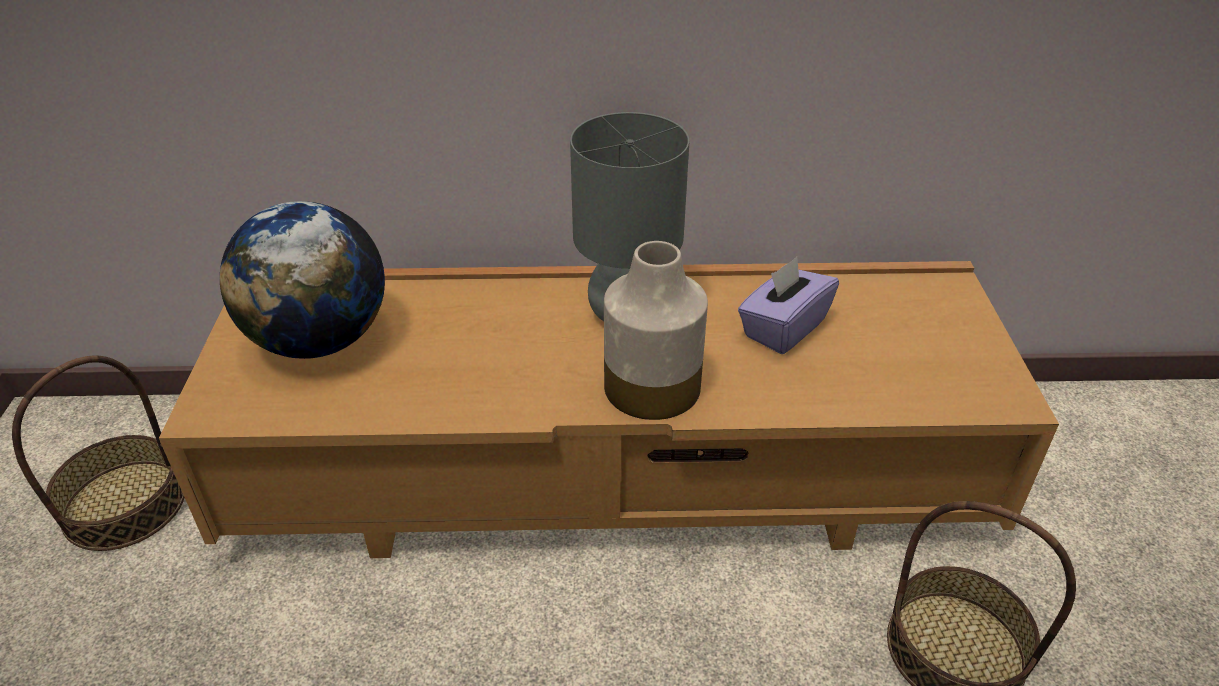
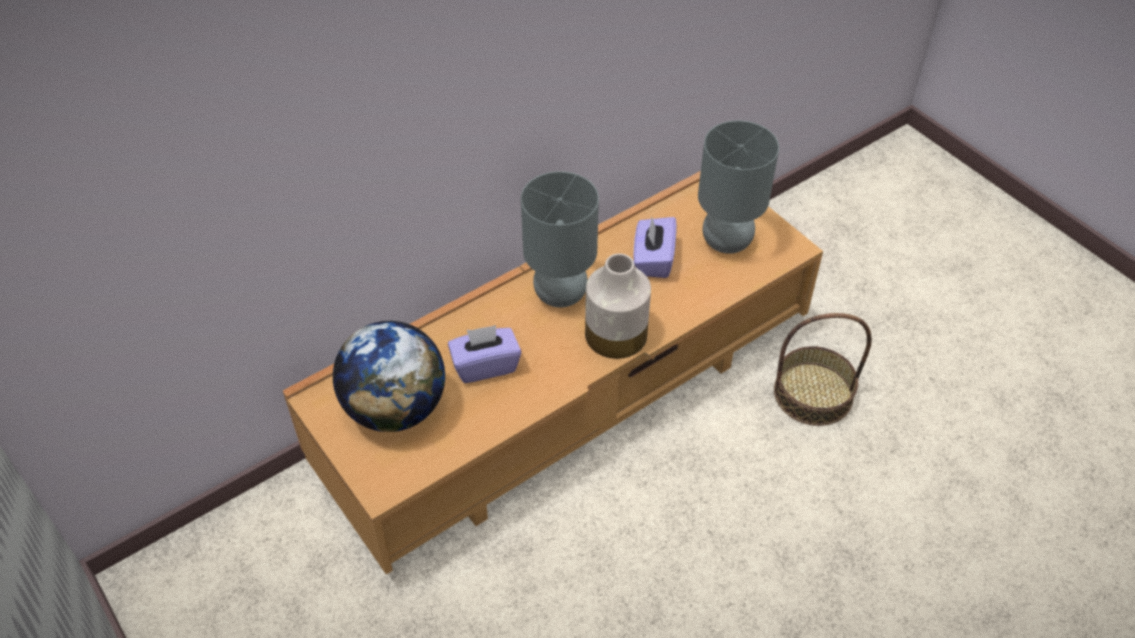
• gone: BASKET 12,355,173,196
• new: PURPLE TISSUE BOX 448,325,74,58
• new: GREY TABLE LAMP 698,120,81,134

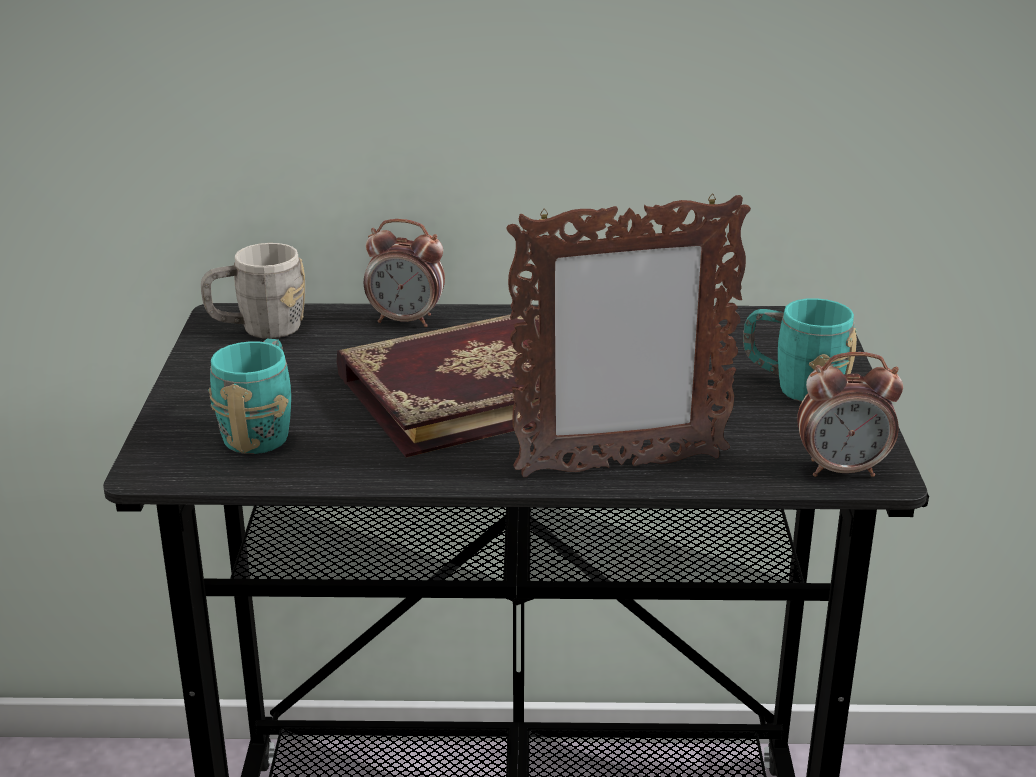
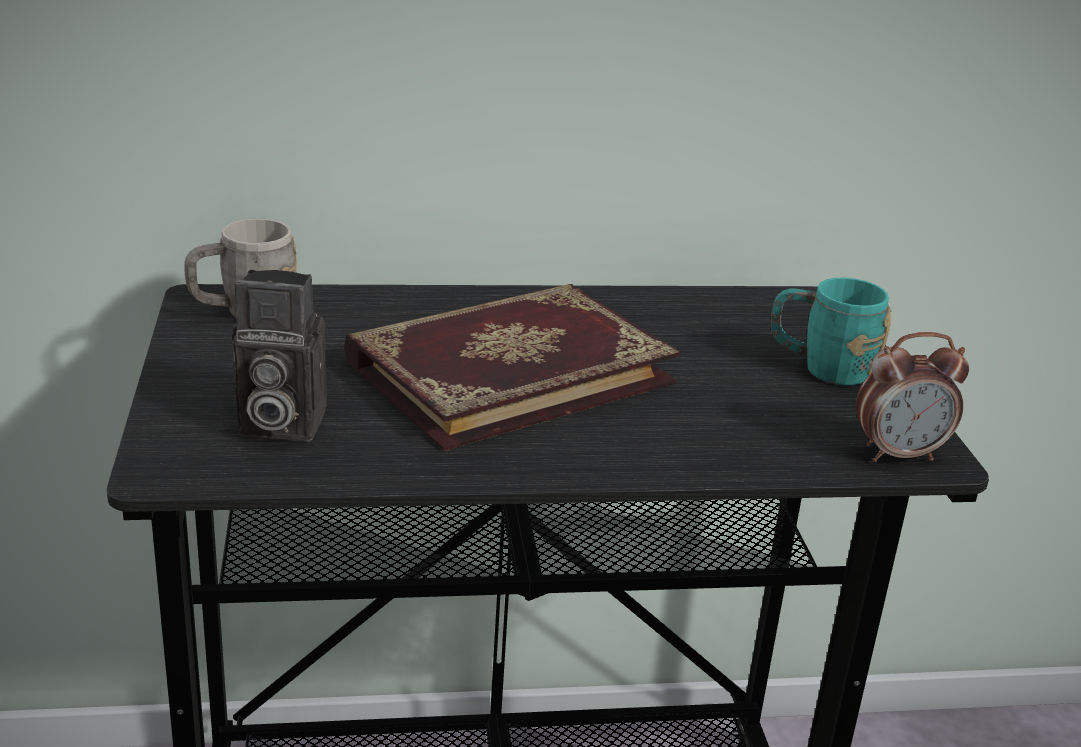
• gone: ALARM CLOCK 364,219,81,108
• gone: PICTURE FRAME 506,193,245,285
• swapped: TURQUOISE MUG 208,338,83,116 to PHOTO CAMERA 232,270,95,172

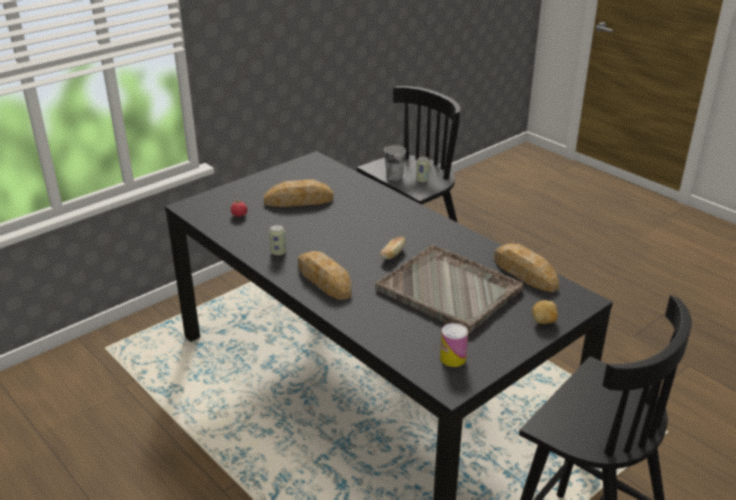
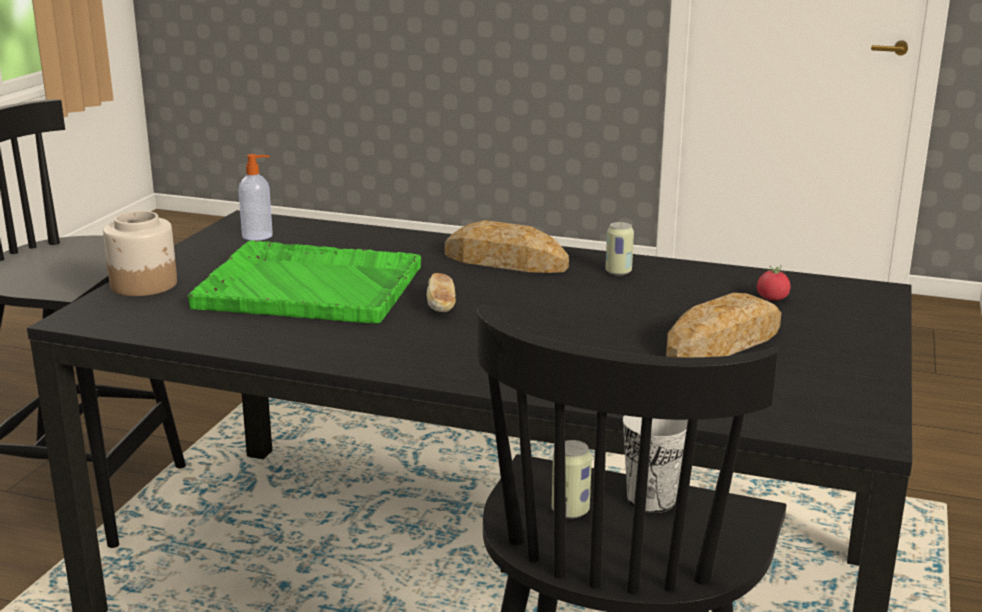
• gone: BREAD 494,244,65,48
• swapped: CAN 440,323,28,44 to SOAP DISPENSER 238,154,35,87
• swapped: POTATO 532,300,26,24 to JAR 103,211,74,85
• repainted: GREY TRAY 375,245,149,88 to GREEN TRAY 188,240,233,83

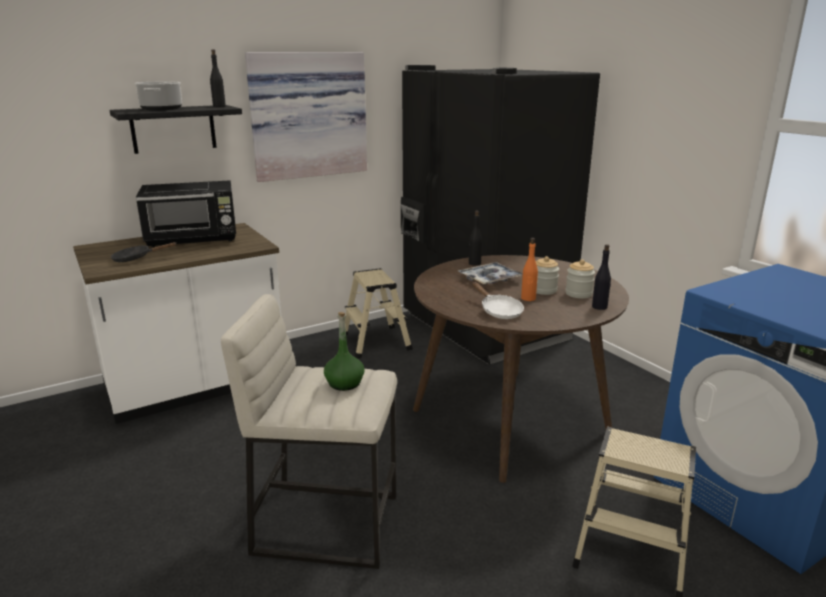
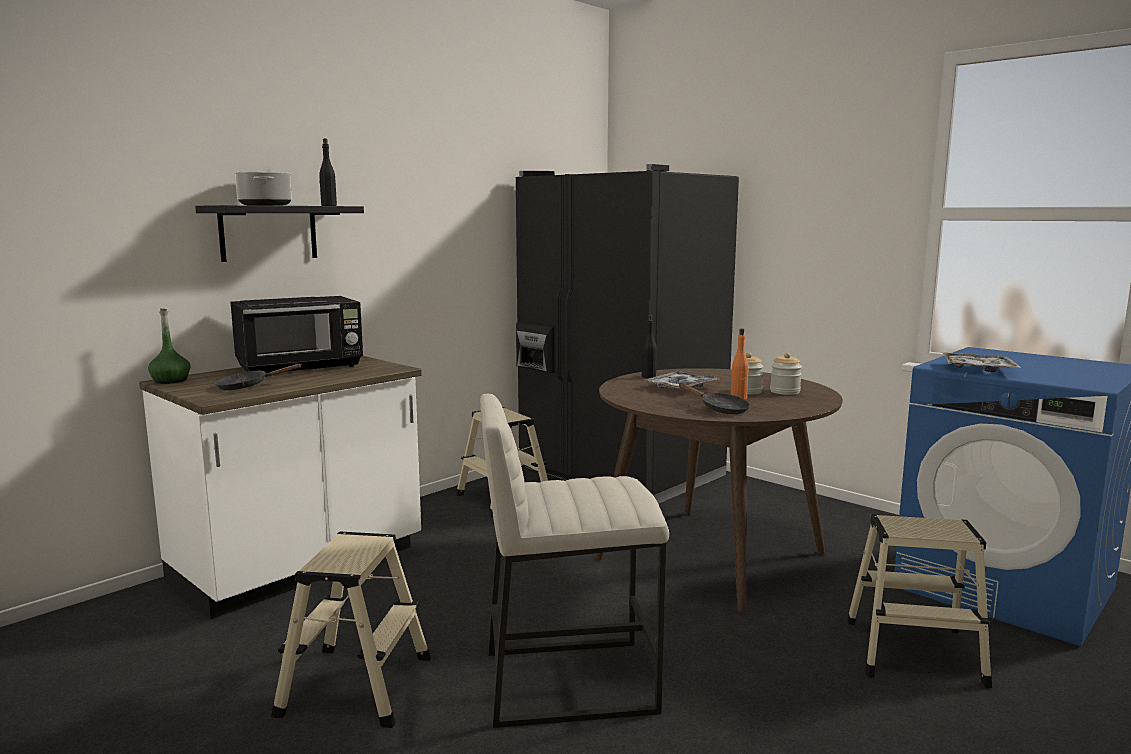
• gone: PICTURE 245,52,122,130
• gone: BLACK BOTTLE 592,244,19,66
• new: BEIGE STEP LADDER 271,531,160,197
• new: TRAY 942,352,79,20
• shifted: GREEN BOTTLE 324,312,41,79 to 148,309,43,75
• repainted: WHITE FRYING PAN 472,282,52,37 to BLACK FRYING PAN 679,383,71,31

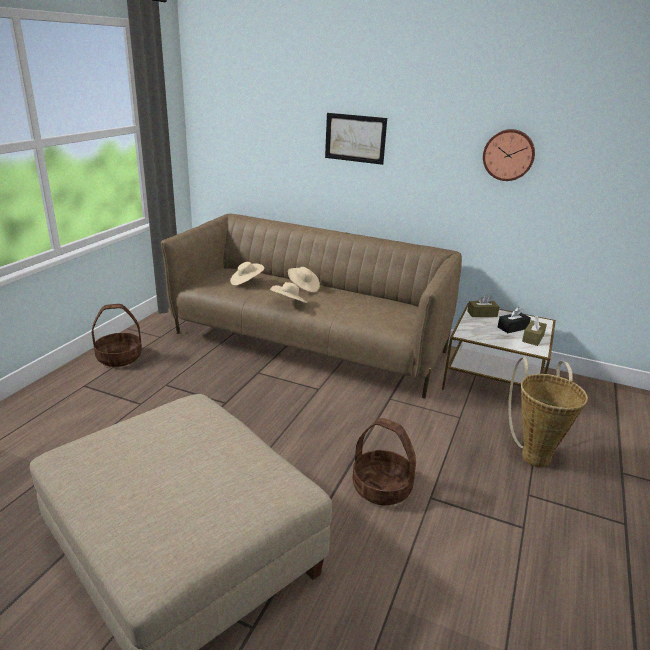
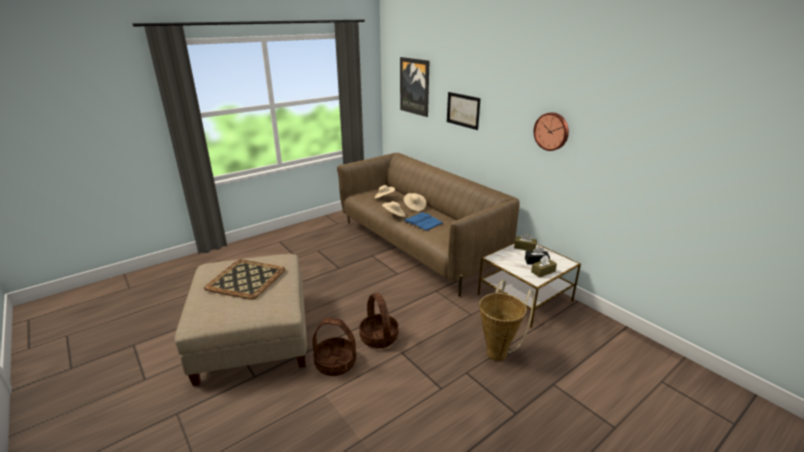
• new: TRAY 204,259,81,41
• new: PICTURE 400,57,29,60
• new: BLUE BOOK 403,212,40,19
• shifted: BASKET 92,304,50,63 to 312,318,44,58

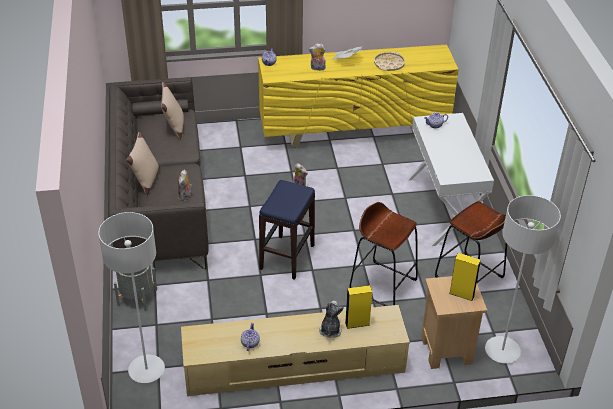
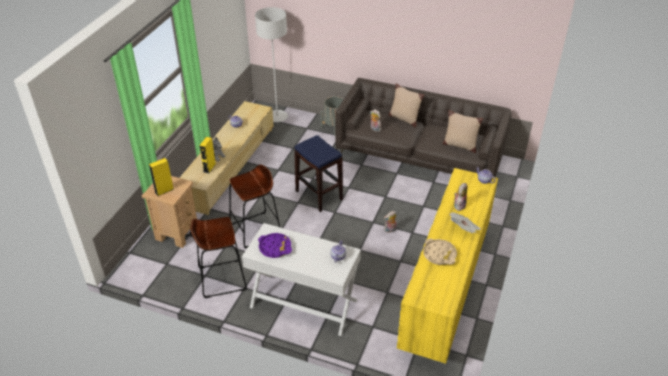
• gone: GREY FLOOR LAMP 485,195,76,168
• new: PURPLE TRAY 258,233,34,25

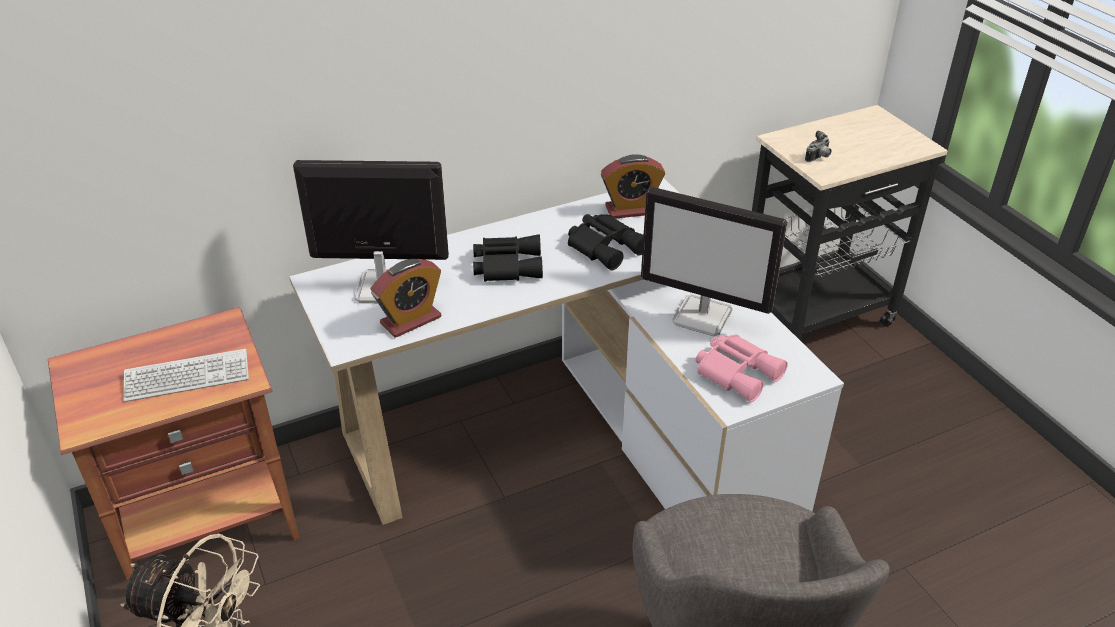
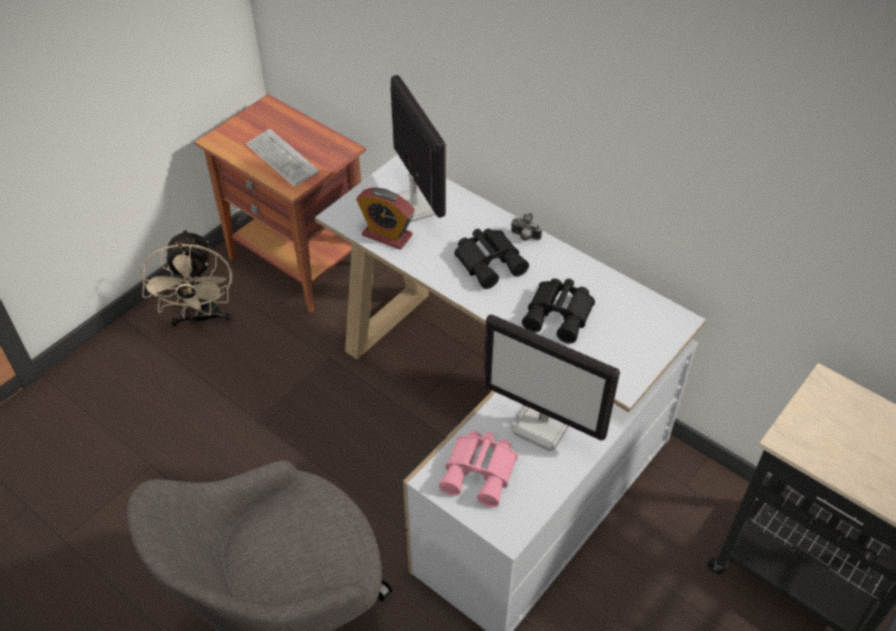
• gone: ALARM CLOCK 601,154,64,65
• shifted: PHOTO CAMERA 805,131,27,31 to 511,213,31,28
• rotated: MONITOR 641,187,146,149 = 483,314,137,137 60 degrees counterclockwise

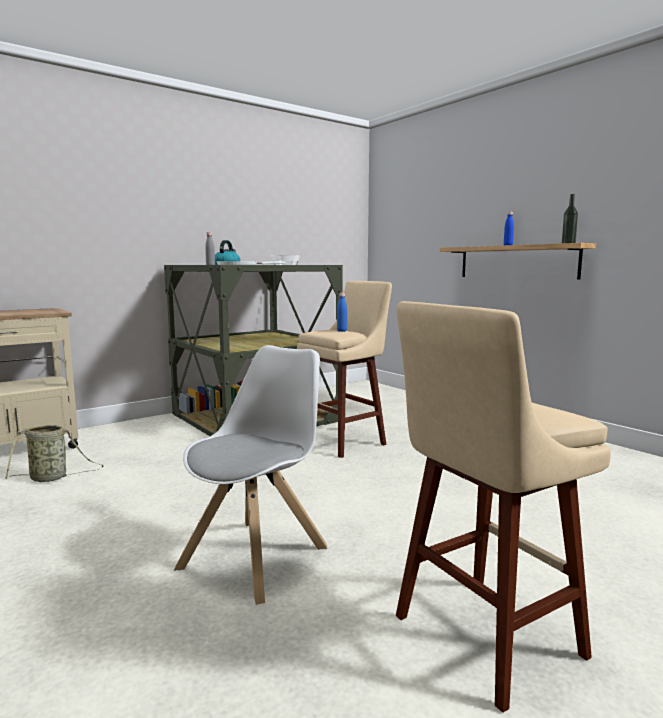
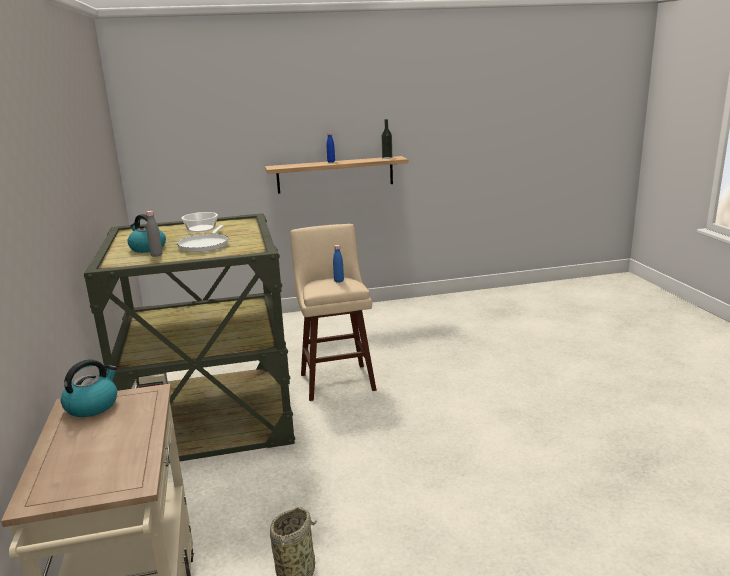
• gone: CHAIR 174,345,153,260
• gone: BEIGE STOOL 396,301,215,412
• new: KETTLE 61,359,56,58

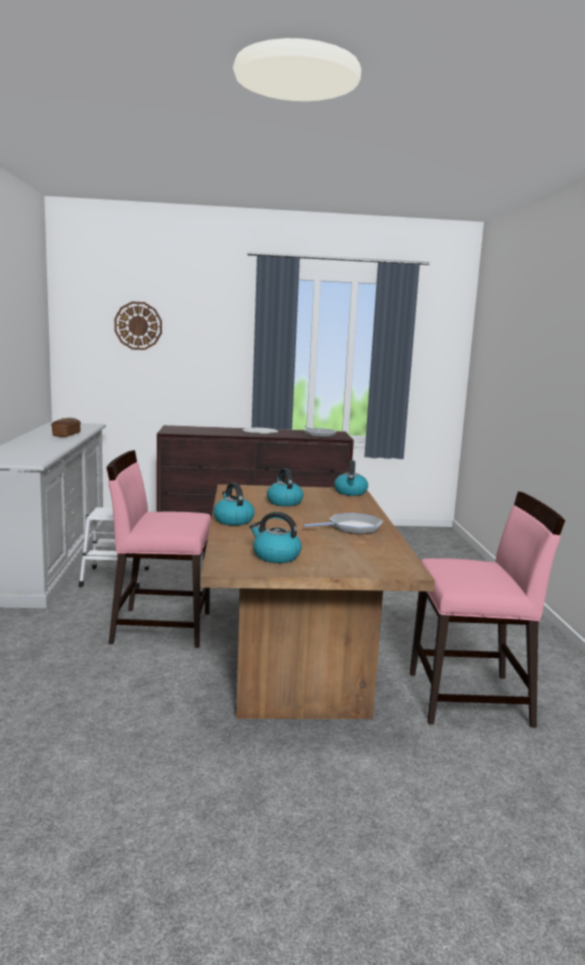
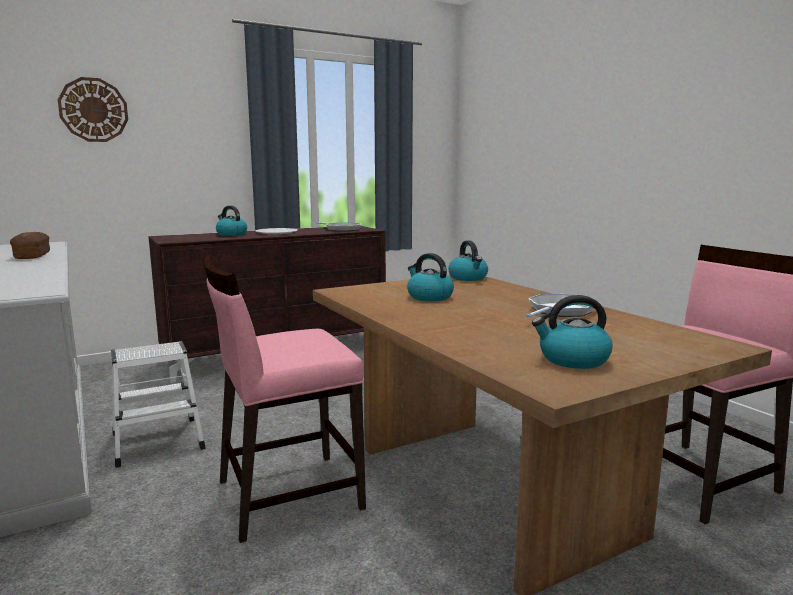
• shifted: KETTLE 213,482,42,43 to 216,206,31,30

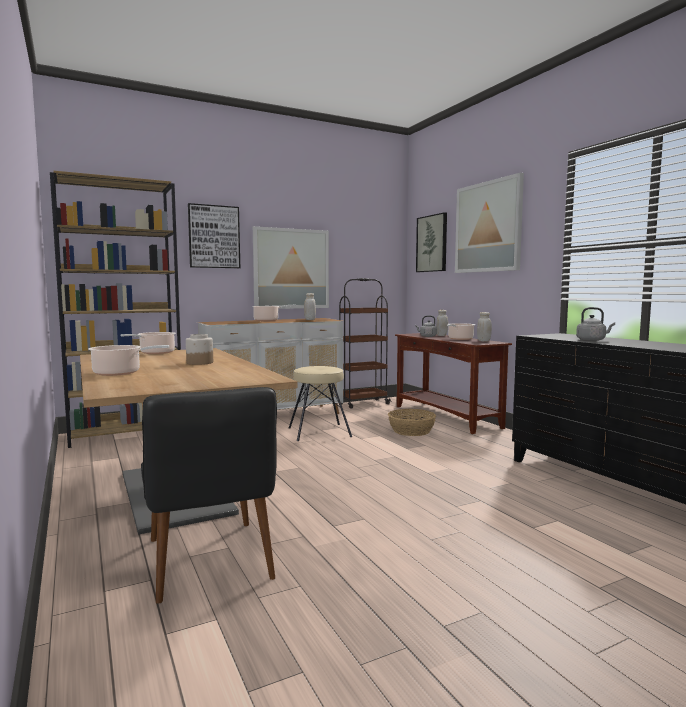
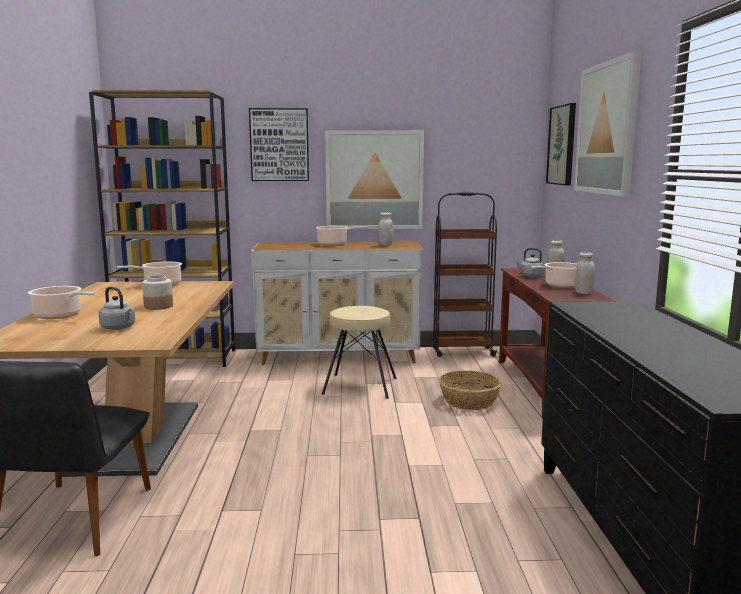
• shifted: GREY KETTLE 576,307,39,34 to 98,287,37,43

